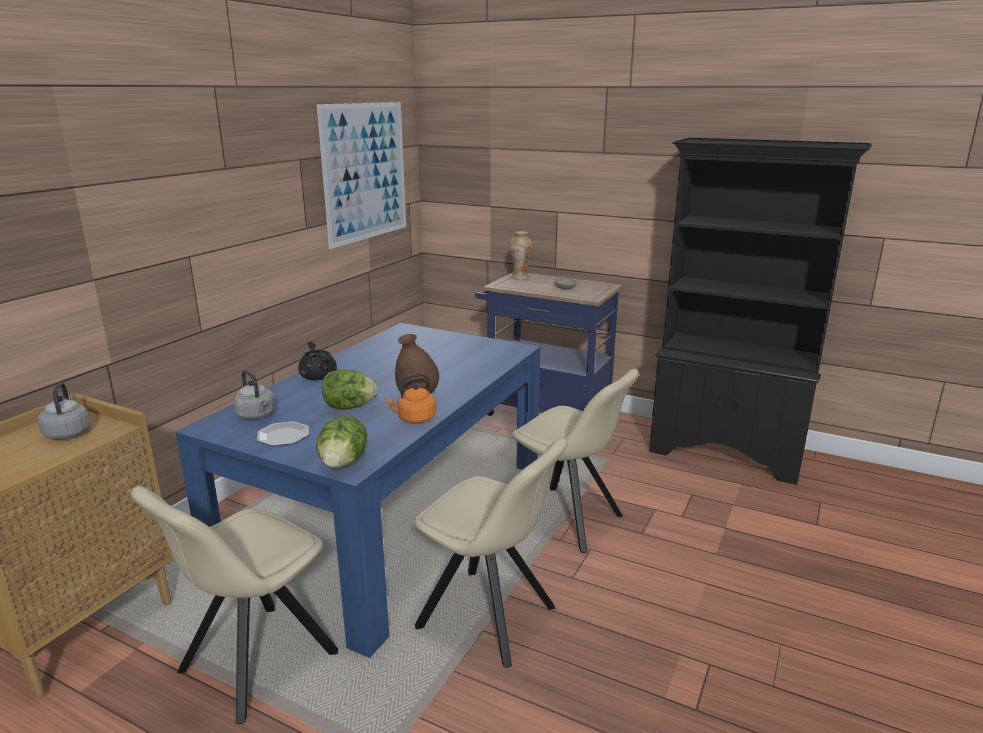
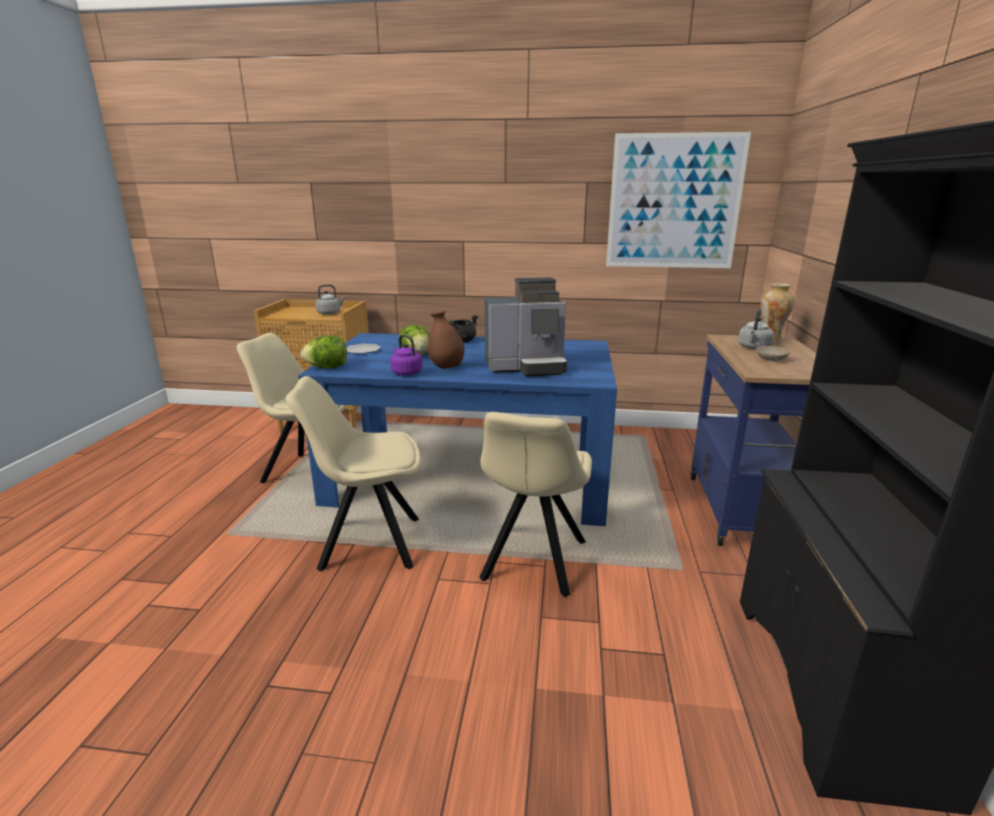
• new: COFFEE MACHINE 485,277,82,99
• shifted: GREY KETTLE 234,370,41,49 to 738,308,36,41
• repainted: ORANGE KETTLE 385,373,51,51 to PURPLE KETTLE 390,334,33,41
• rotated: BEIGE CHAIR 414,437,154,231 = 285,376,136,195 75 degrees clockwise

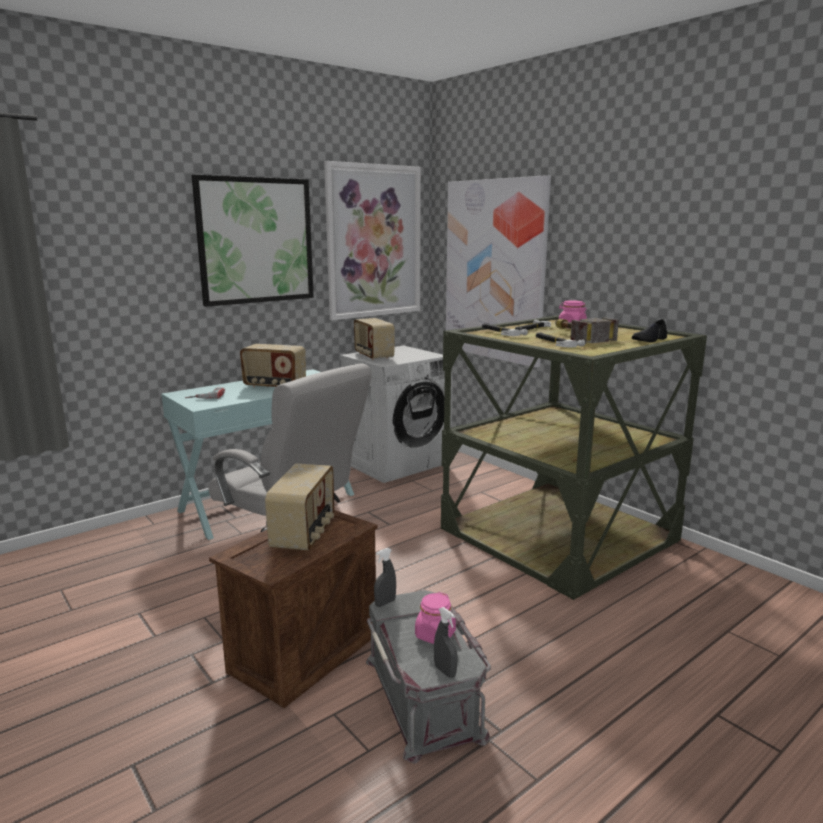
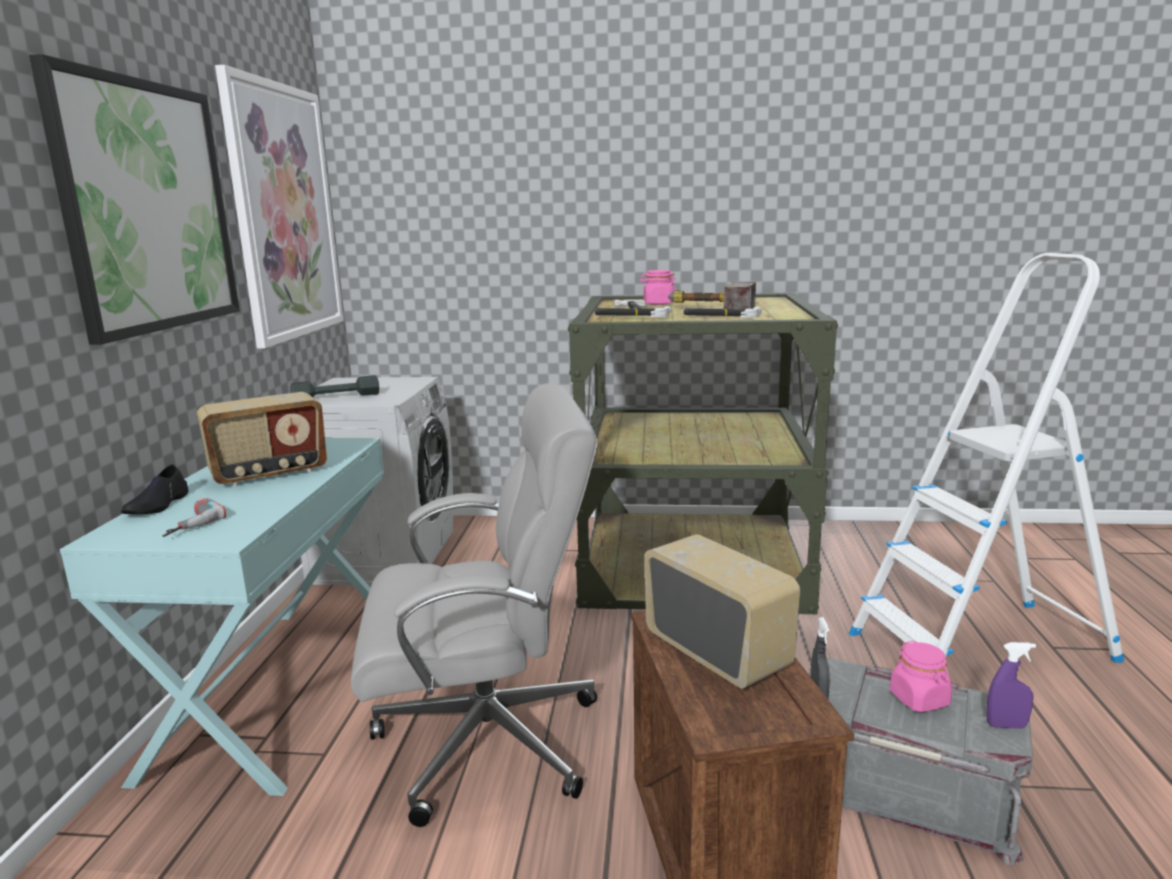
• gone: PICTURE 446,175,105,193
• new: WHITE STEP LADDER 849,253,275,410
• shifted: BLACK SHOE 632,319,35,23 to 121,464,67,50
• swapped: RADIO 354,318,40,42 to GREY DUMBBELL 290,375,89,23
• repainted: GREY SPRAY BOTTLE 434,607,24,71 to PURPLE SPRAY BOTTLE 986,642,50,87

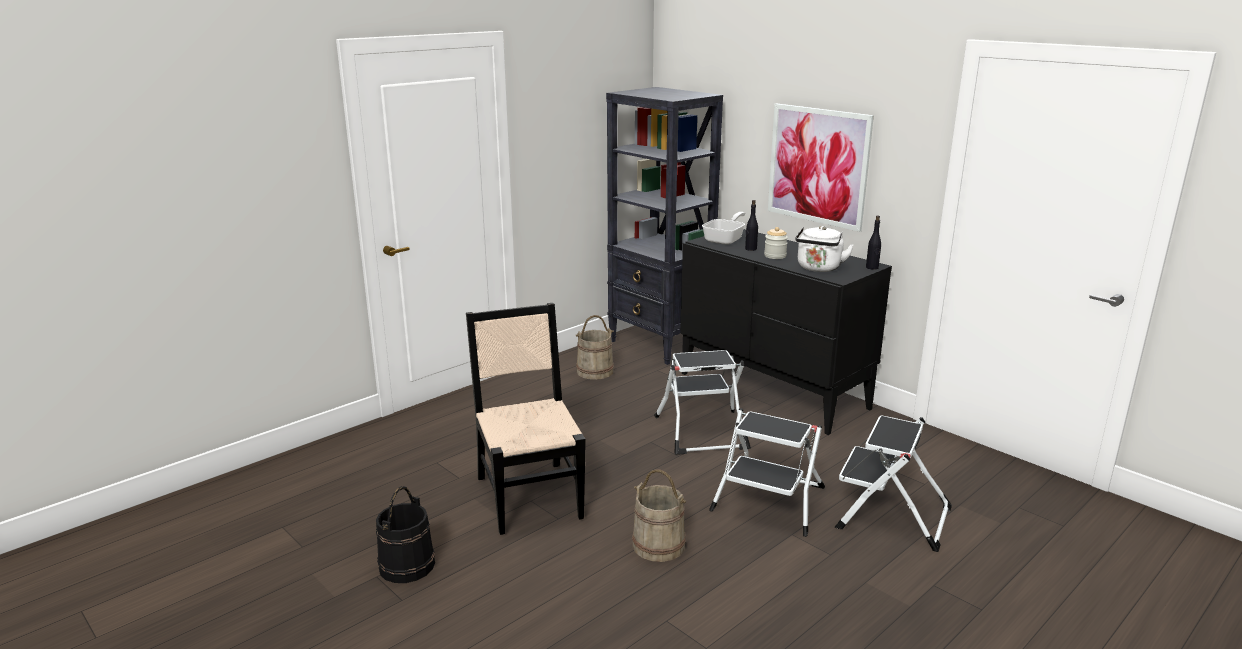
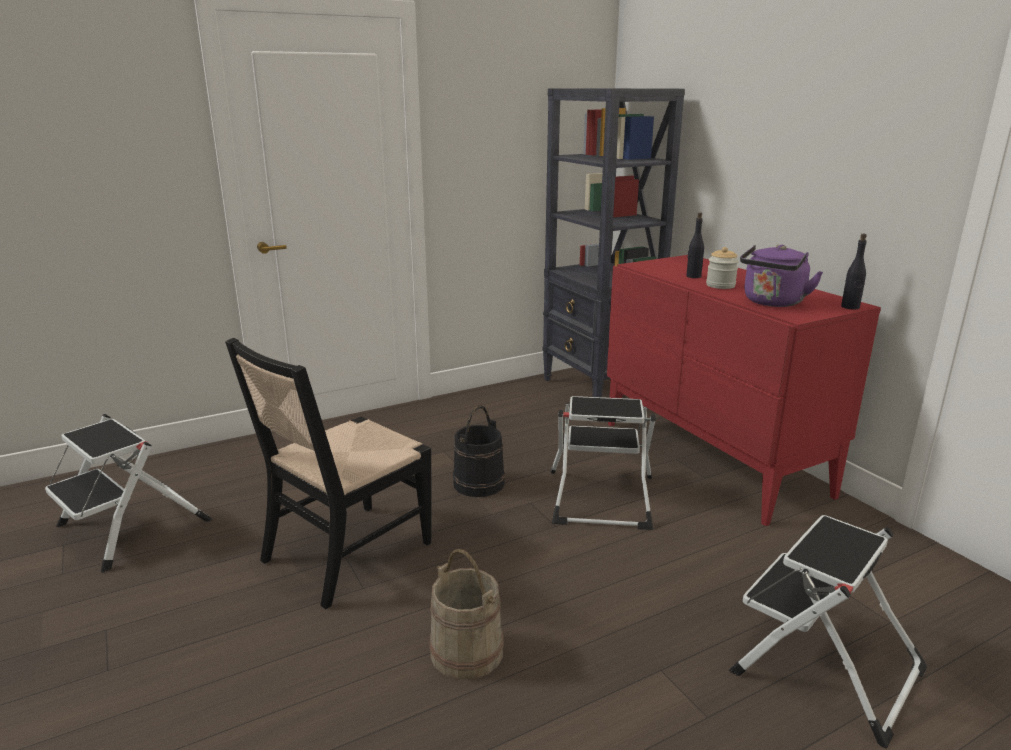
• gone: BEIGE BUCKET 576,315,38,65
• gone: FRYING PAN 702,212,43,33
• gone: PICTURE 768,104,106,128
• shifted: BLACK BUCKET 376,486,59,97 to 453,406,52,91
• shifted: STEP LADDER 709,408,116,129 to 45,414,167,159
• repainted: BLACK CABINET 680,229,212,206 to RED CABINET 607,255,274,271
• repainted: WHITE KETTLE 795,226,59,46 to PURPLE KETTLE 740,244,83,63
• rotated: CHAIR 466,303,120,232 = 225,338,206,272 135 degrees counterclockwise

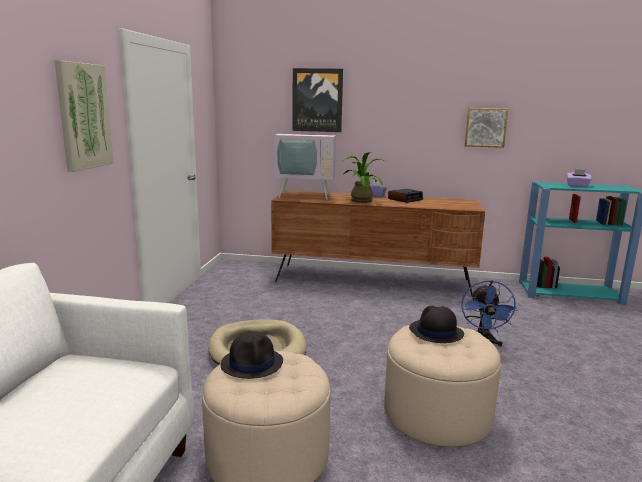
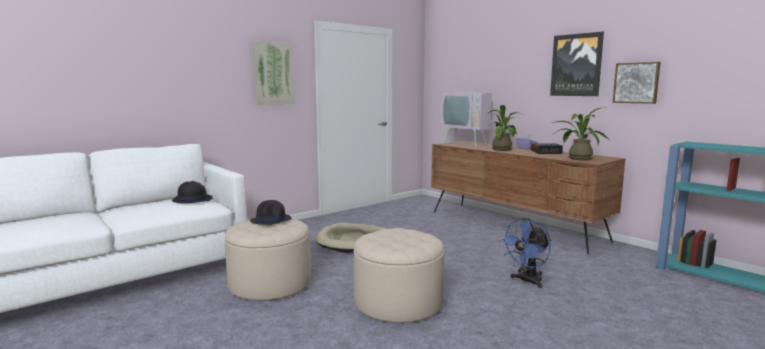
• gone: PURPLE TISSUE BOX 567,169,25,18
• new: POTTED PLANT 552,107,58,53
• shifted: PICTURE 292,68,51,64 to 550,32,54,64
• shifted: BLACK HAT 409,306,55,37 to 172,181,41,22

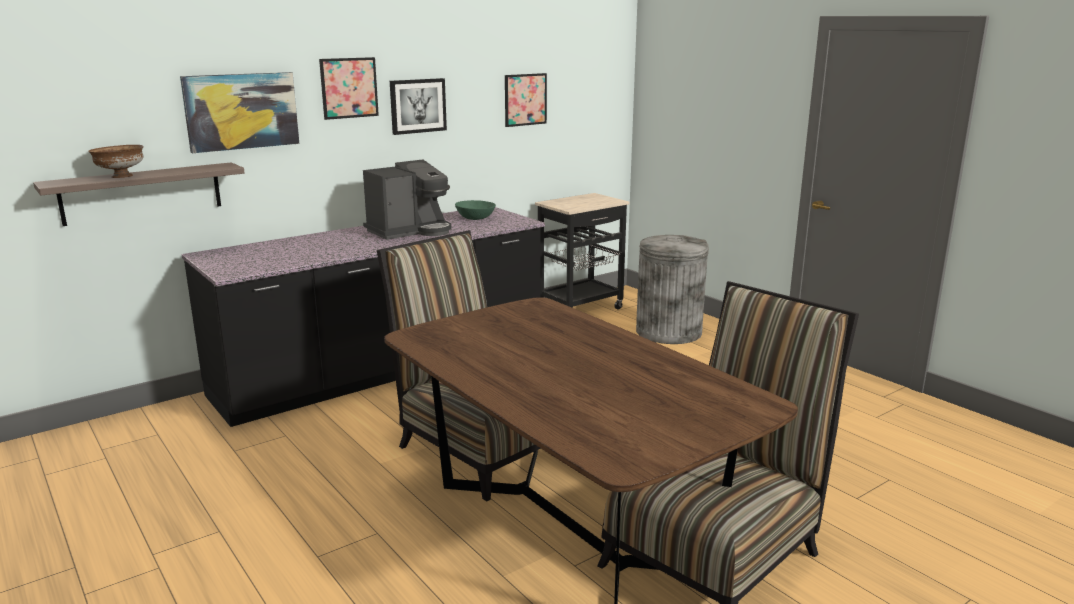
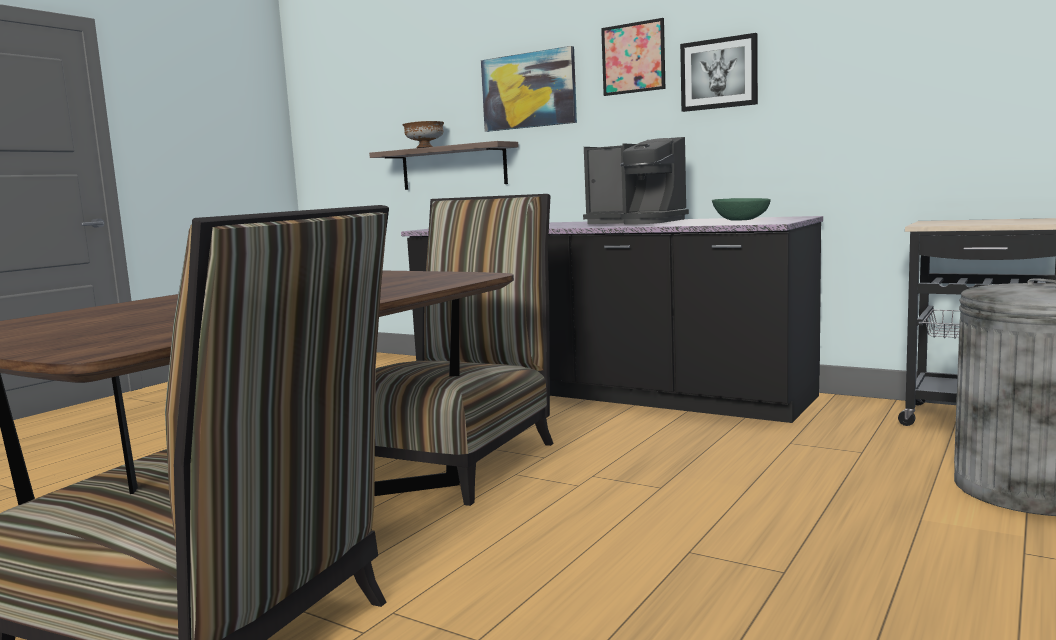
• gone: PICTURE 505,73,42,54

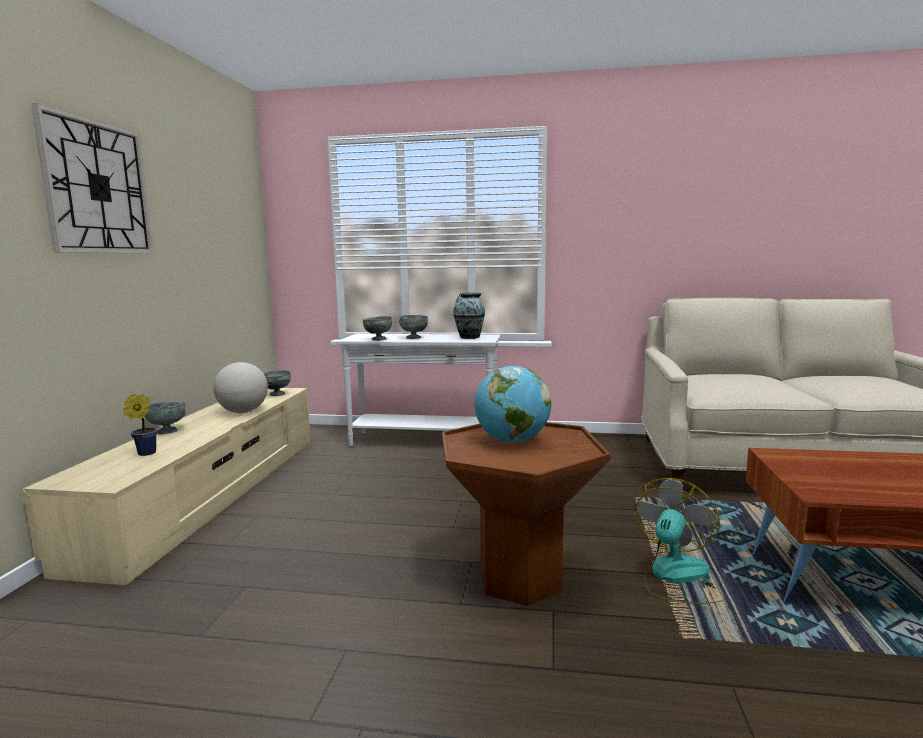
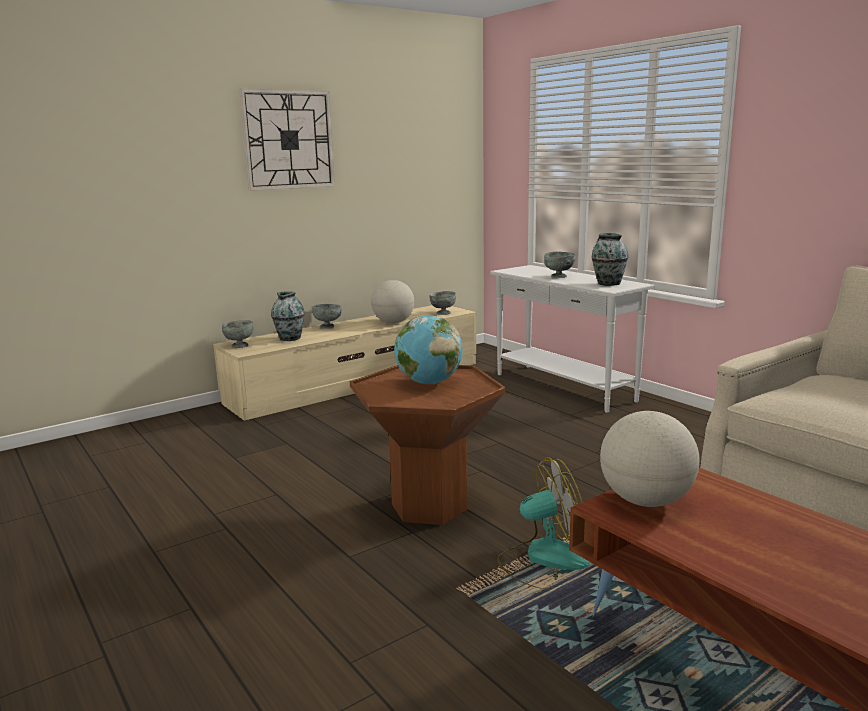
• new: GLOBE 600,411,100,96
• shifted: GREY BOWL 362,316,30,25 to 221,320,33,28
• swapped: POTTED PLANT 123,394,35,62 to VASE 271,292,34,49

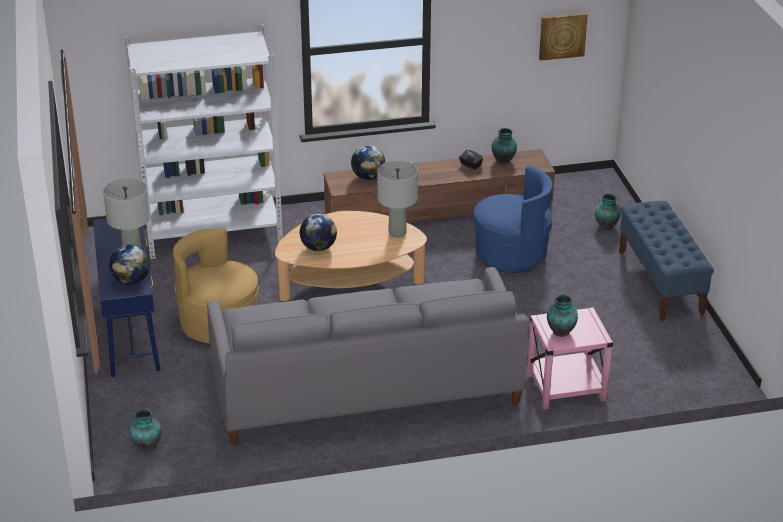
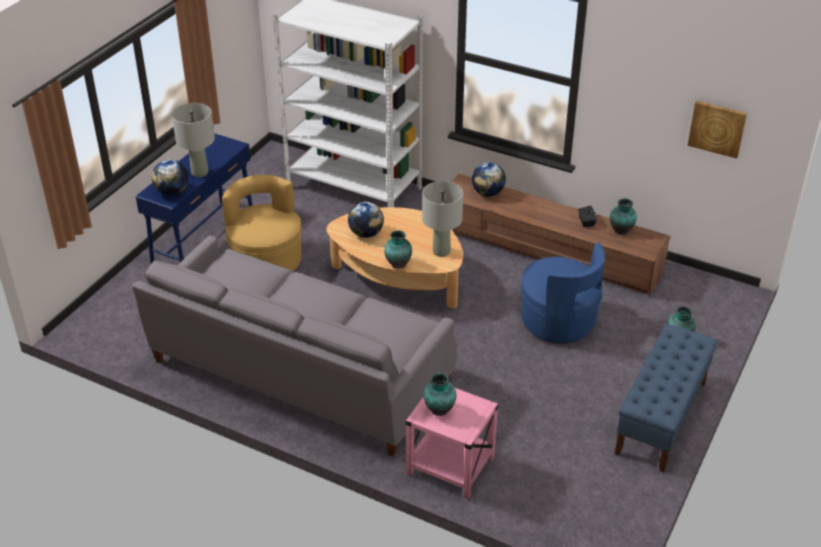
• shifted: VASE 130,408,32,43 to 384,230,28,38

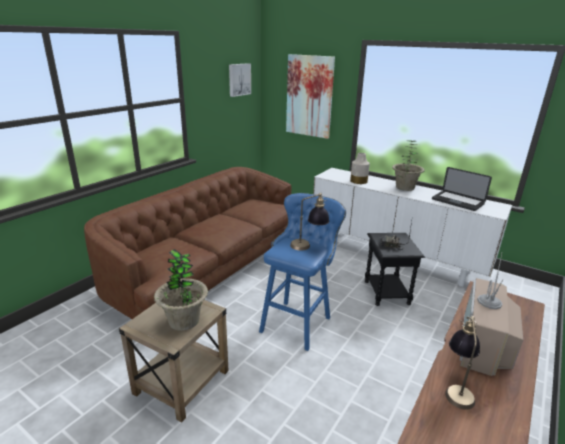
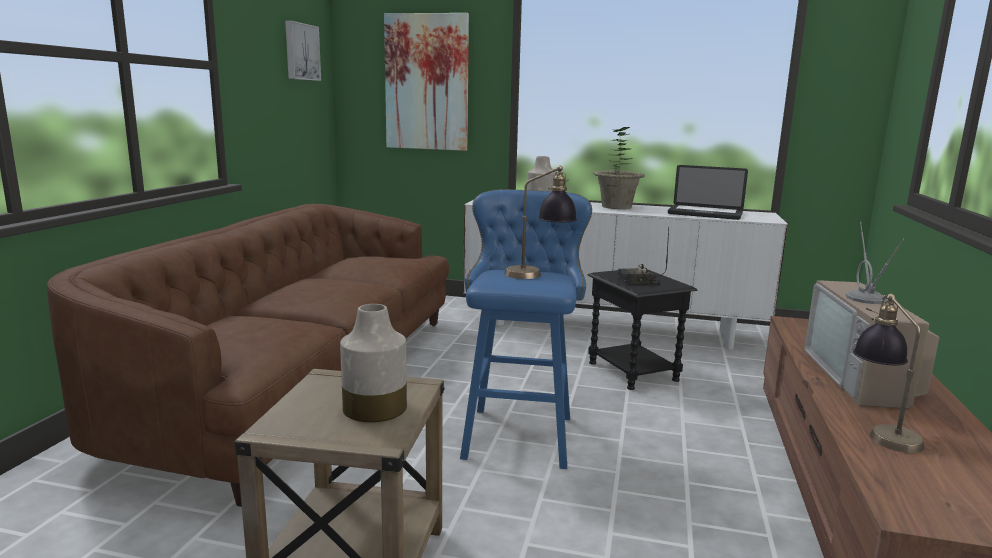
• swapped: POTTED PLANT 154,249,54,82 to BEIGE VASE 340,304,67,118

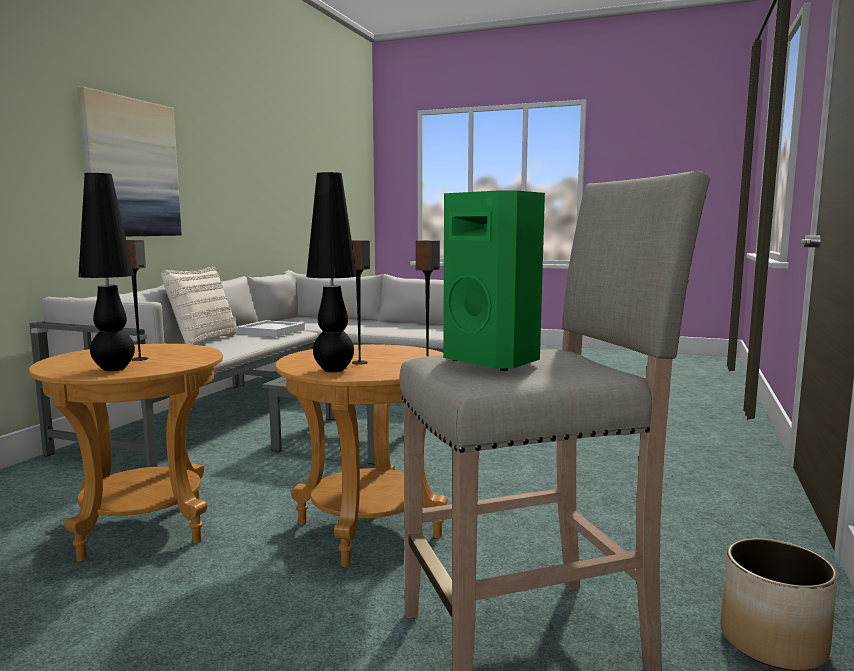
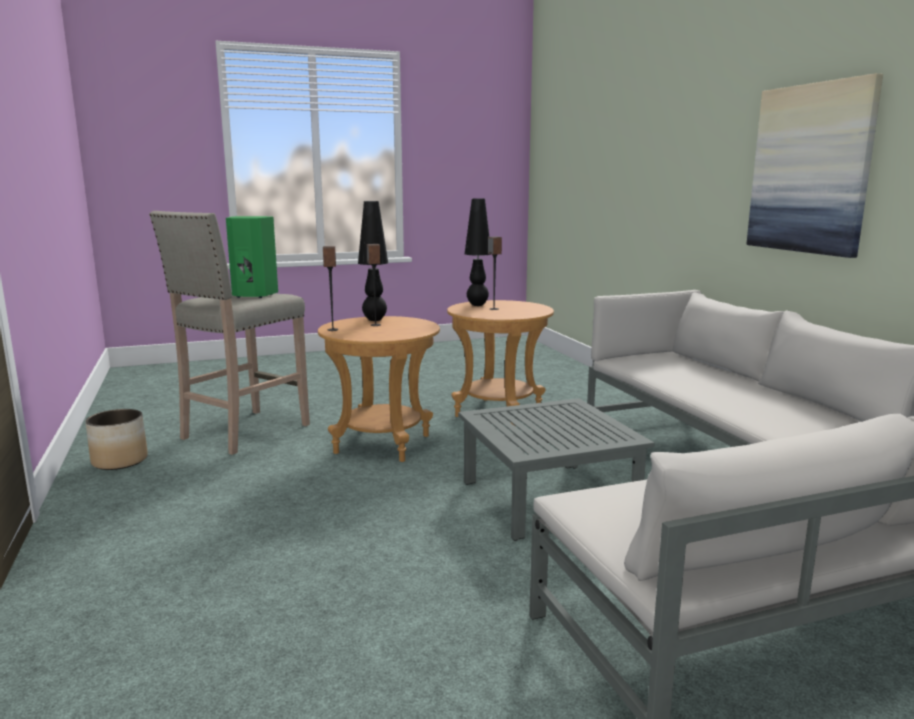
• gone: BEIGE PILLOW 161,266,78,79
• gone: WHITE TRAY 236,320,69,17

